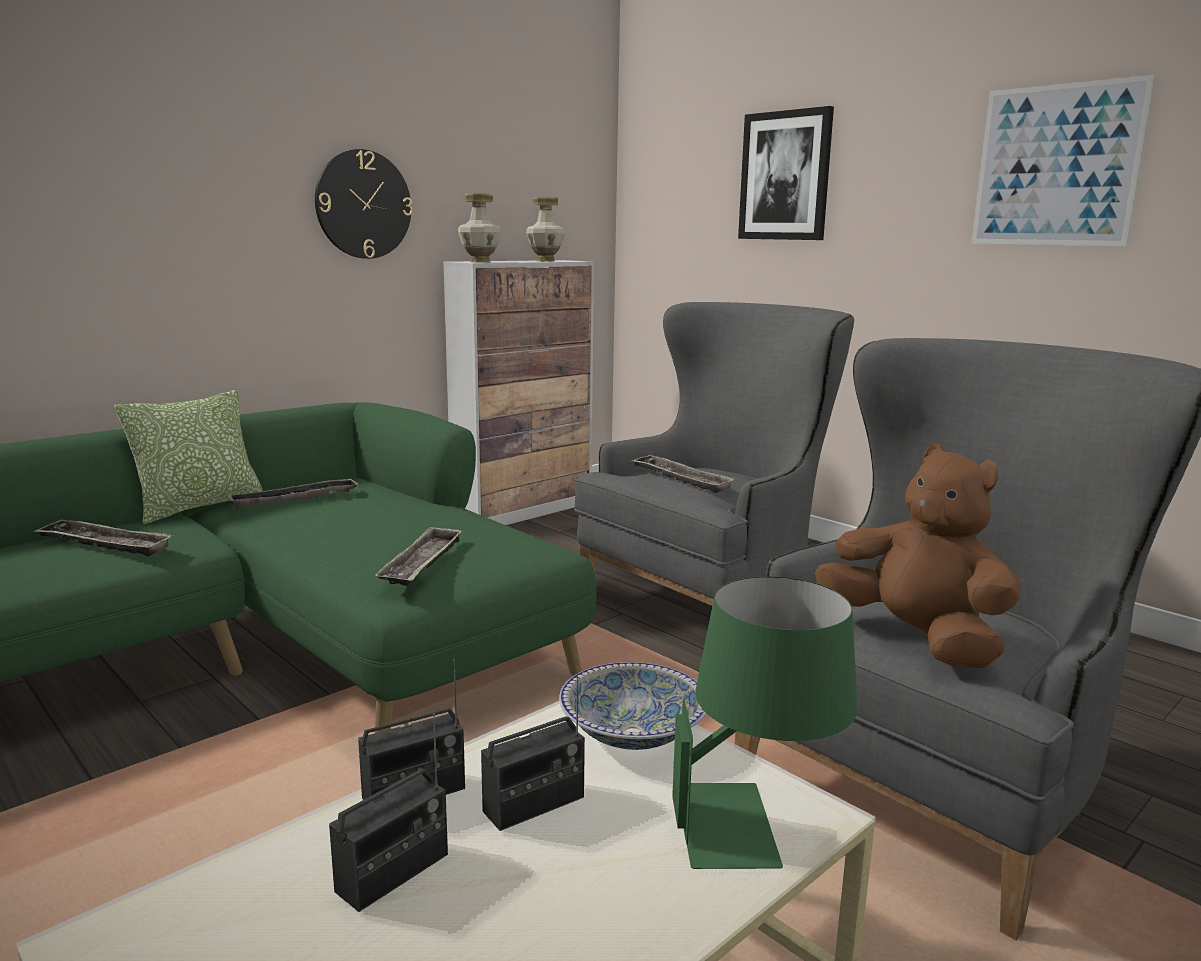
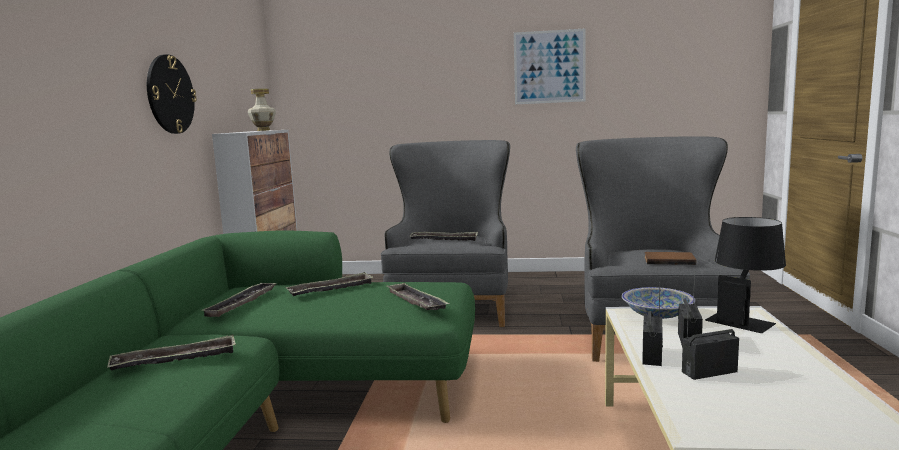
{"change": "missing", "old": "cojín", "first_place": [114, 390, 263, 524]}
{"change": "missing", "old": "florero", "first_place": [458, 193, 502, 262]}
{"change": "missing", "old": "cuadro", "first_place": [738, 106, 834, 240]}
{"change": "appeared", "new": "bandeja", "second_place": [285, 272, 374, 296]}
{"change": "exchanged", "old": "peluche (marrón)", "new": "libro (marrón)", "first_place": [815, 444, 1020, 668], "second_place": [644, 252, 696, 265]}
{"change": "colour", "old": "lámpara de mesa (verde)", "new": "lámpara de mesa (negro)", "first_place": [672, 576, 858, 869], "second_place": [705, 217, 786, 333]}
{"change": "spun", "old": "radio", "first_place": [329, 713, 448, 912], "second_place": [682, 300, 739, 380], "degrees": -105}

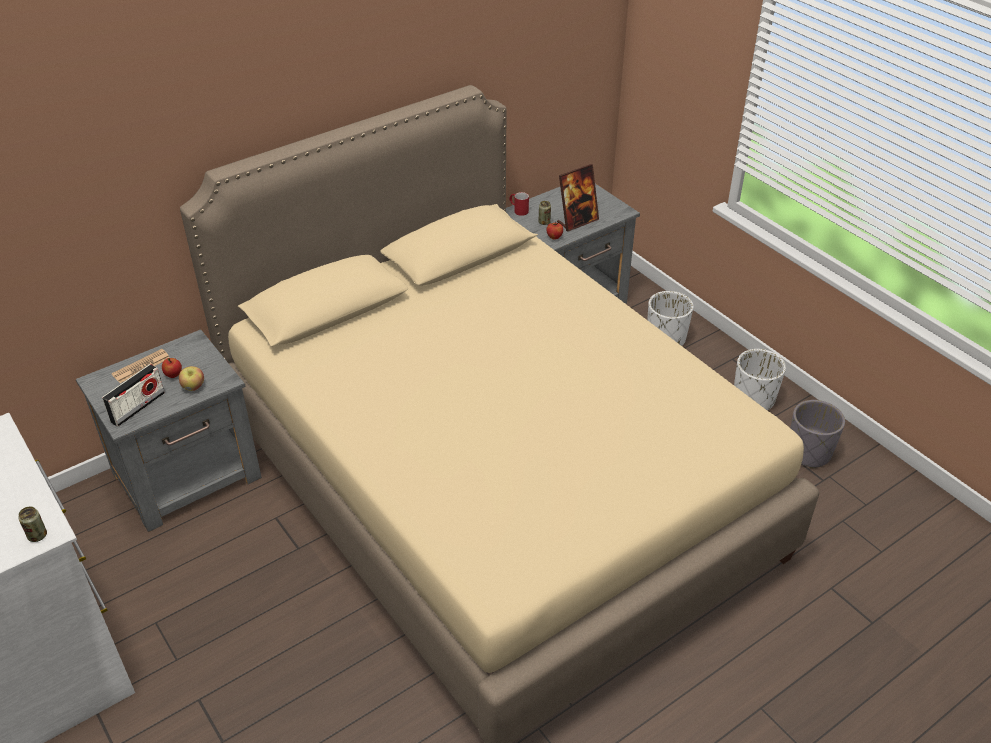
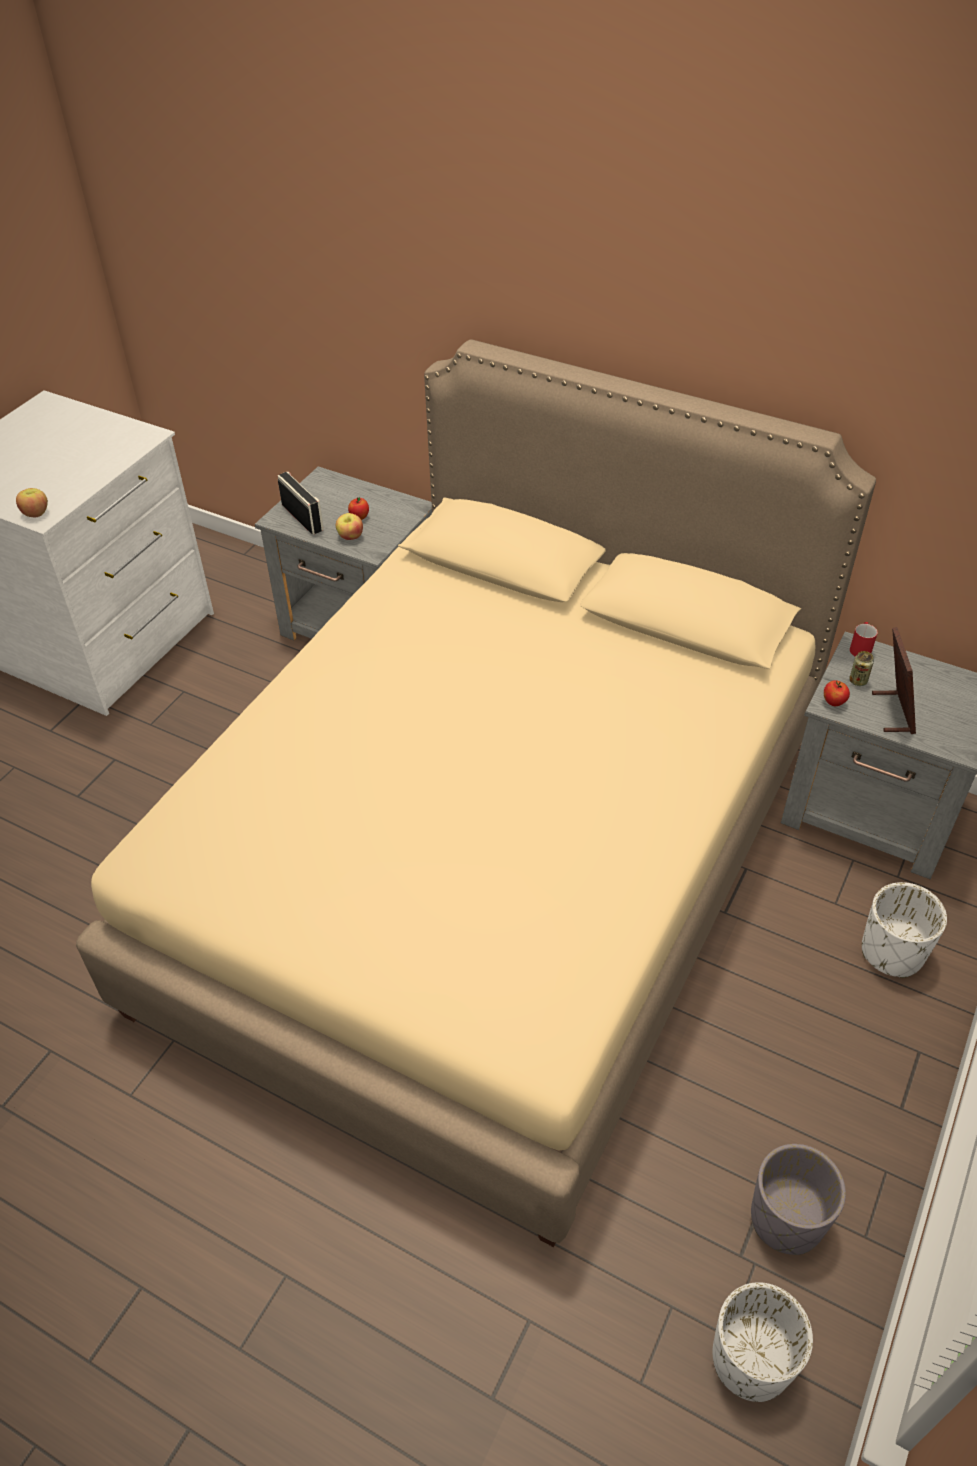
{"change": "missing", "old": "periódico", "first_place": [112, 349, 170, 383]}
{"change": "relocated", "old": "maceta (blanco)", "first_place": [734, 349, 786, 410], "second_place": [712, 1282, 813, 1402]}
{"change": "exchanged", "old": "lata", "new": "manzana", "first_place": [18, 507, 47, 542], "second_place": [16, 488, 48, 517]}
{"change": "spun", "old": "radio", "first_place": [102, 364, 165, 427], "second_place": [278, 471, 324, 535], "degrees": -135}
{"change": "spun", "old": "portarretratos", "first_place": [557, 164, 599, 232], "second_place": [872, 627, 916, 734], "degrees": -120}

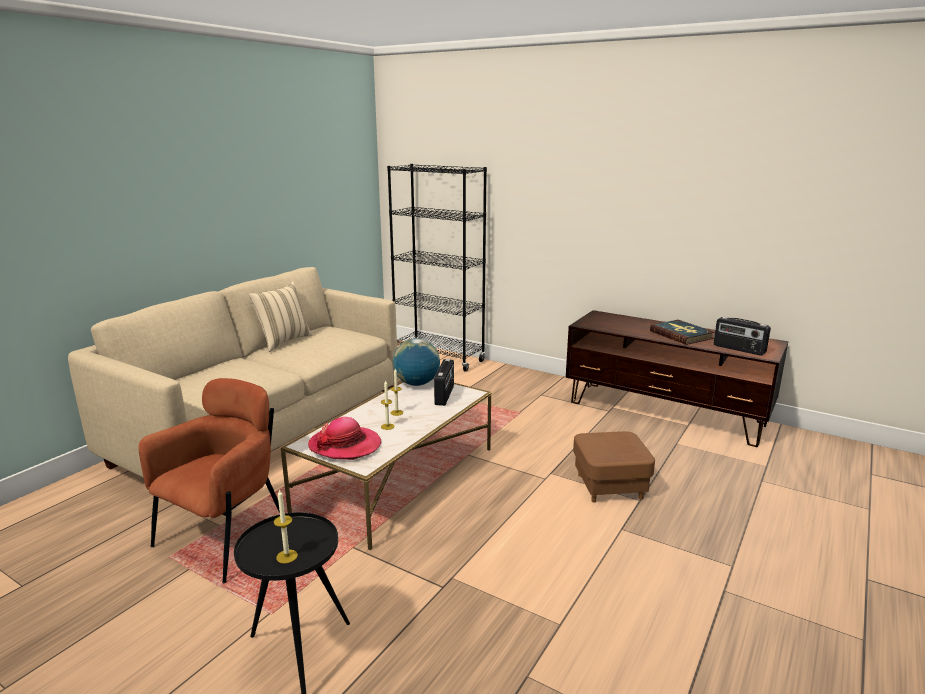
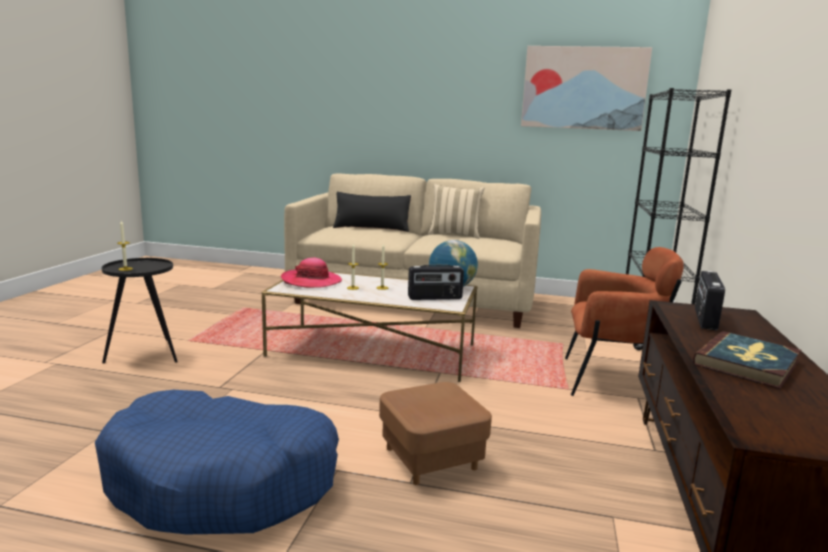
{"change": "appeared", "new": "cama para perro (azul)", "second_place": [95, 390, 339, 534]}
{"change": "appeared", "new": "cojín (negro)", "second_place": [333, 192, 411, 232]}
{"change": "appeared", "new": "cuadro", "second_place": [521, 46, 652, 131]}
{"change": "relocated", "old": "sillón (marrón)", "first_place": [138, 378, 280, 583], "second_place": [565, 247, 684, 396]}
{"change": "relocated", "old": "radio", "first_place": [714, 317, 771, 356], "second_place": [695, 271, 725, 330]}

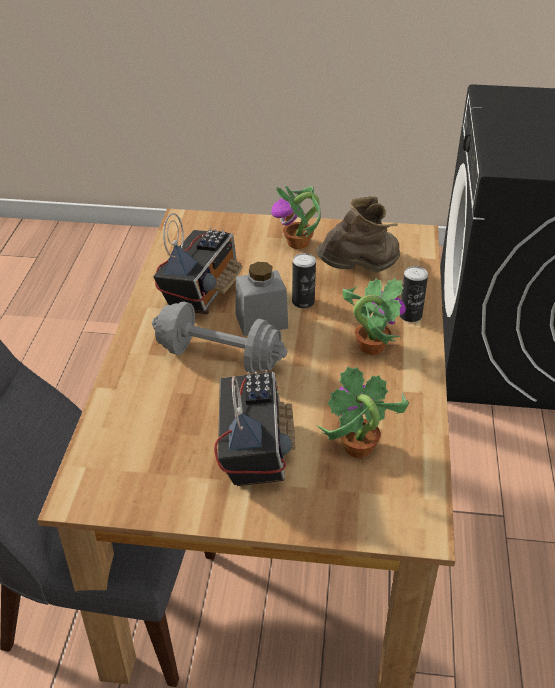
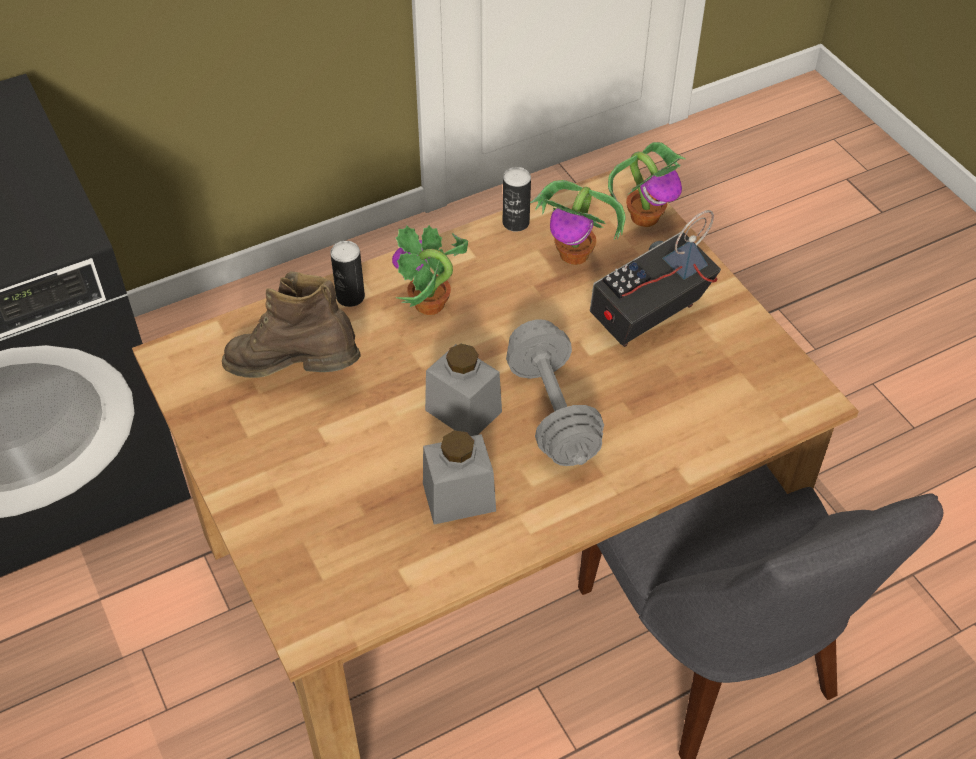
{"change": "relocated", "old": "planta en maceta", "first_place": [271, 185, 321, 249], "second_place": [608, 142, 686, 227]}
{"change": "relocated", "old": "lata", "first_place": [292, 253, 316, 308], "second_place": [503, 167, 531, 232]}
{"change": "exchanged", "old": "radio", "new": "tarro (gris)", "first_place": [153, 213, 242, 314], "second_place": [423, 431, 496, 525]}

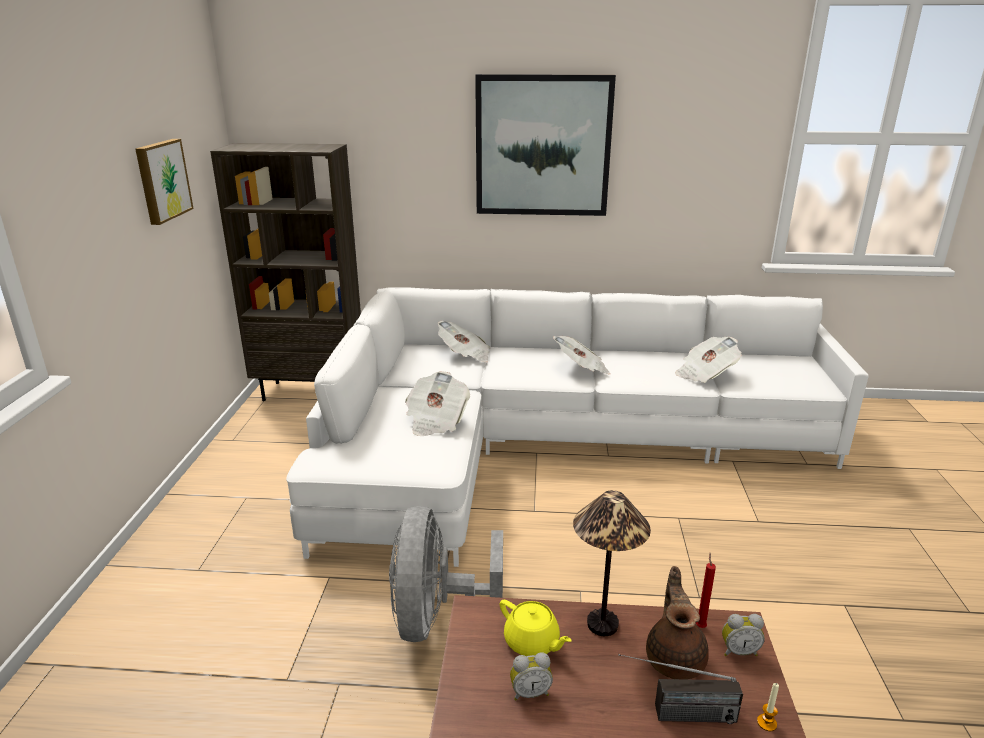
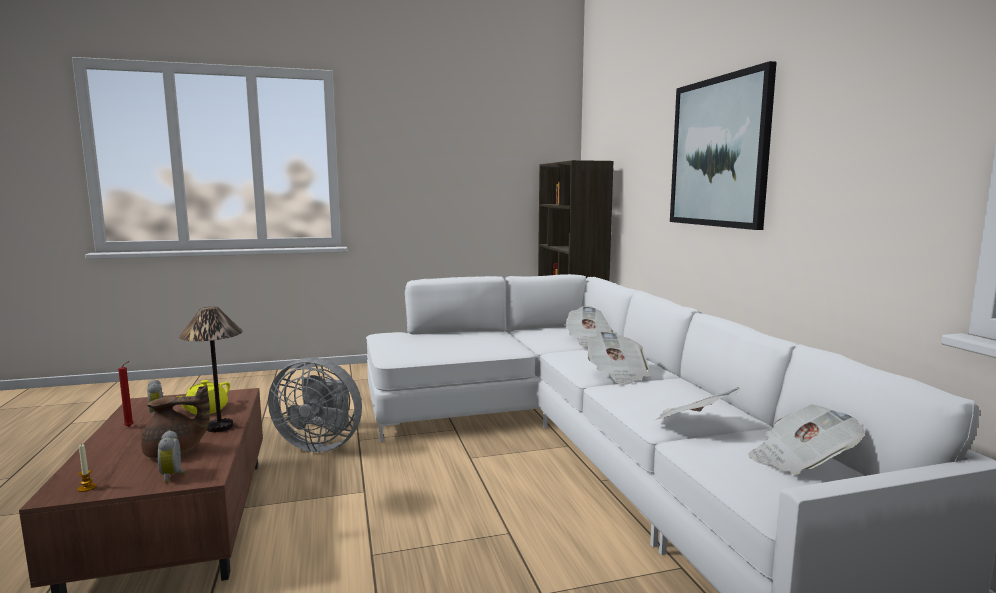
{"change": "missing", "old": "cuadro", "first_place": [135, 139, 194, 225]}
{"change": "missing", "old": "radio", "first_place": [618, 654, 743, 724]}
{"change": "relocated", "old": "periódico", "first_place": [405, 371, 470, 436], "second_place": [749, 404, 865, 475]}
{"change": "relocated", "old": "vela (rojo)", "first_place": [696, 553, 716, 628], "second_place": [118, 361, 134, 427]}
{"change": "spun", "old": "ventilador (gris)", "first_place": [389, 506, 503, 642], "second_place": [268, 358, 362, 452], "degrees": -150}

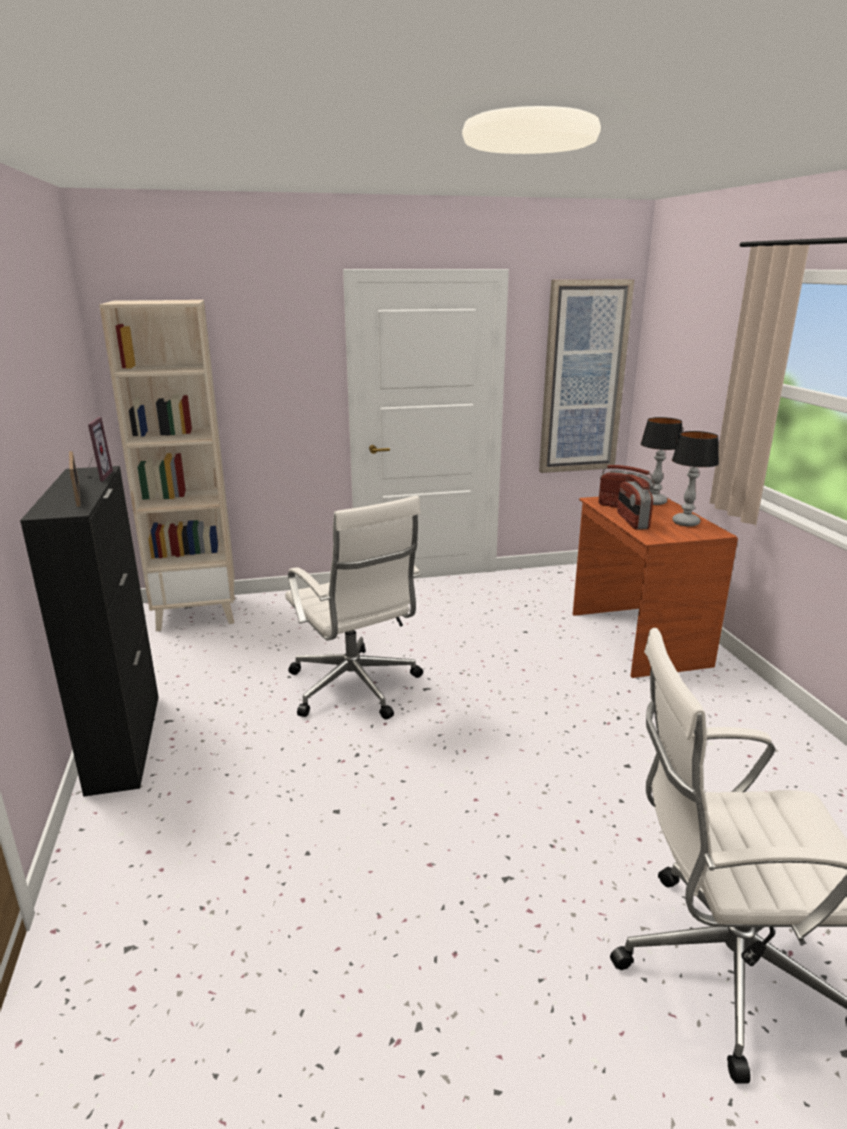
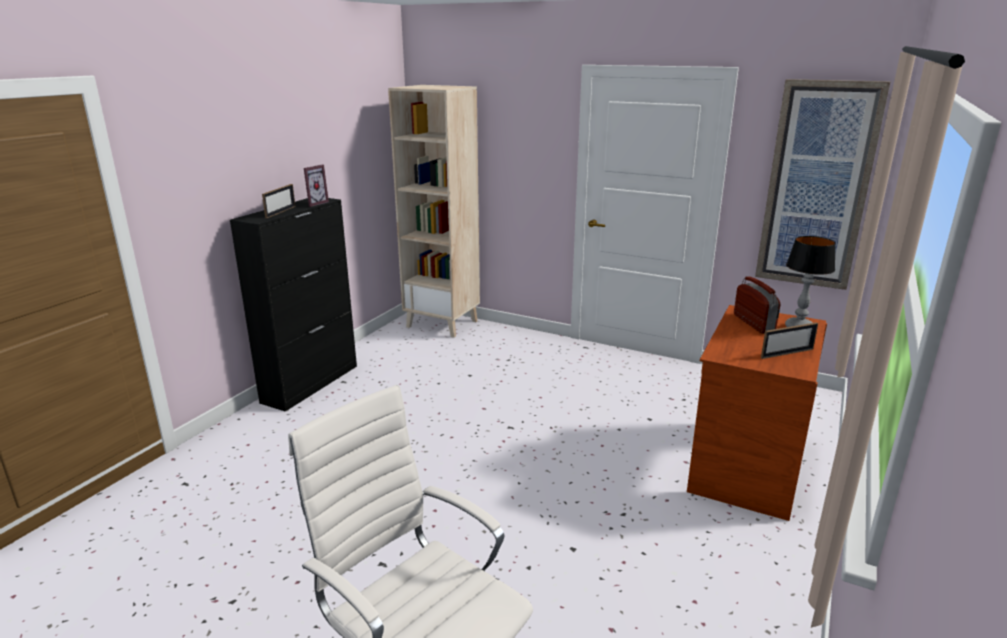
{"change": "missing", "old": "silla de oficina (blanco)", "first_place": [285, 496, 423, 719]}
{"change": "missing", "old": "radio", "first_place": [617, 474, 653, 530]}
{"change": "exchanged", "old": "lámpara de mesa", "new": "portarretratos", "first_place": [672, 431, 719, 527], "second_place": [761, 322, 818, 359]}

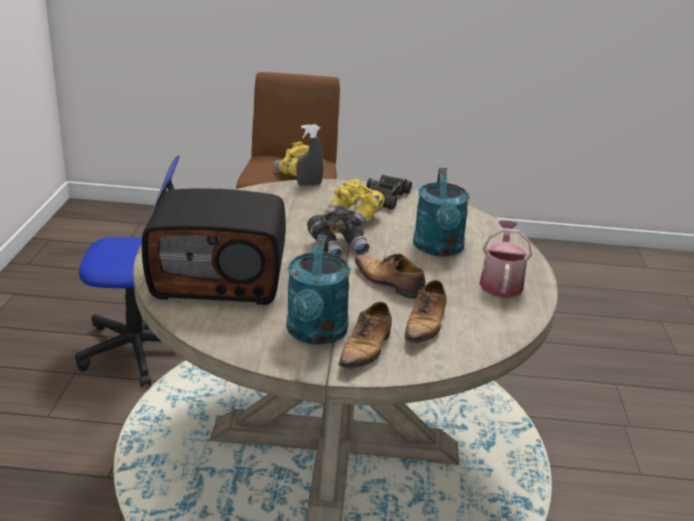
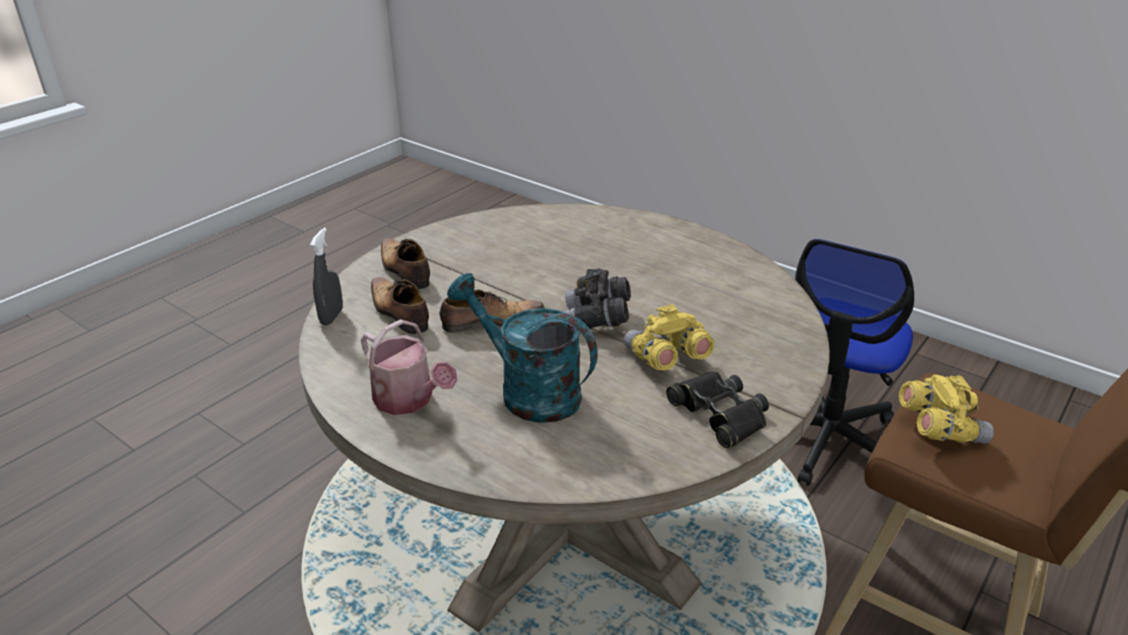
{"change": "missing", "old": "radio", "first_place": [142, 188, 286, 305]}
{"change": "missing", "old": "regadera (turquesa)", "first_place": [286, 234, 351, 345]}
{"change": "relocated", "old": "pulverizador (gris)", "first_place": [296, 124, 324, 186], "second_place": [310, 228, 343, 325]}

